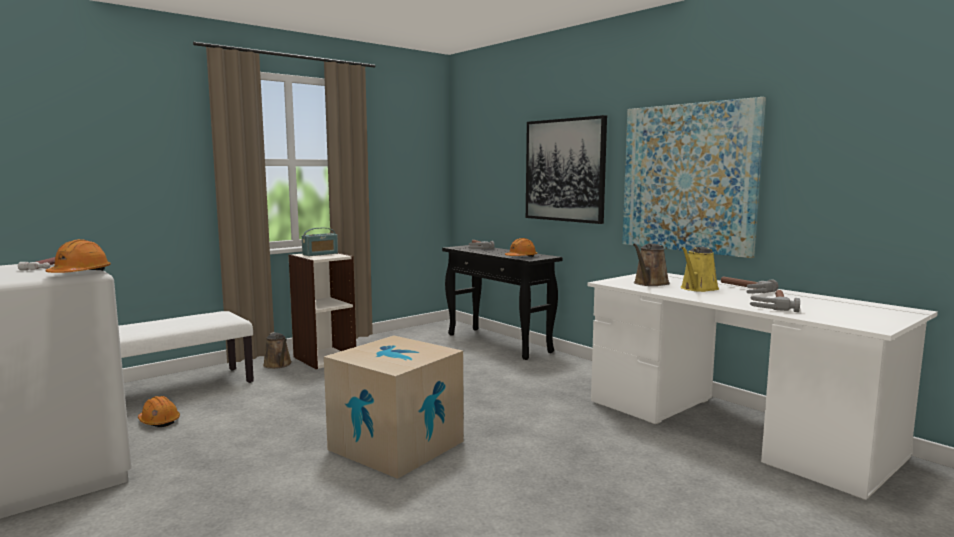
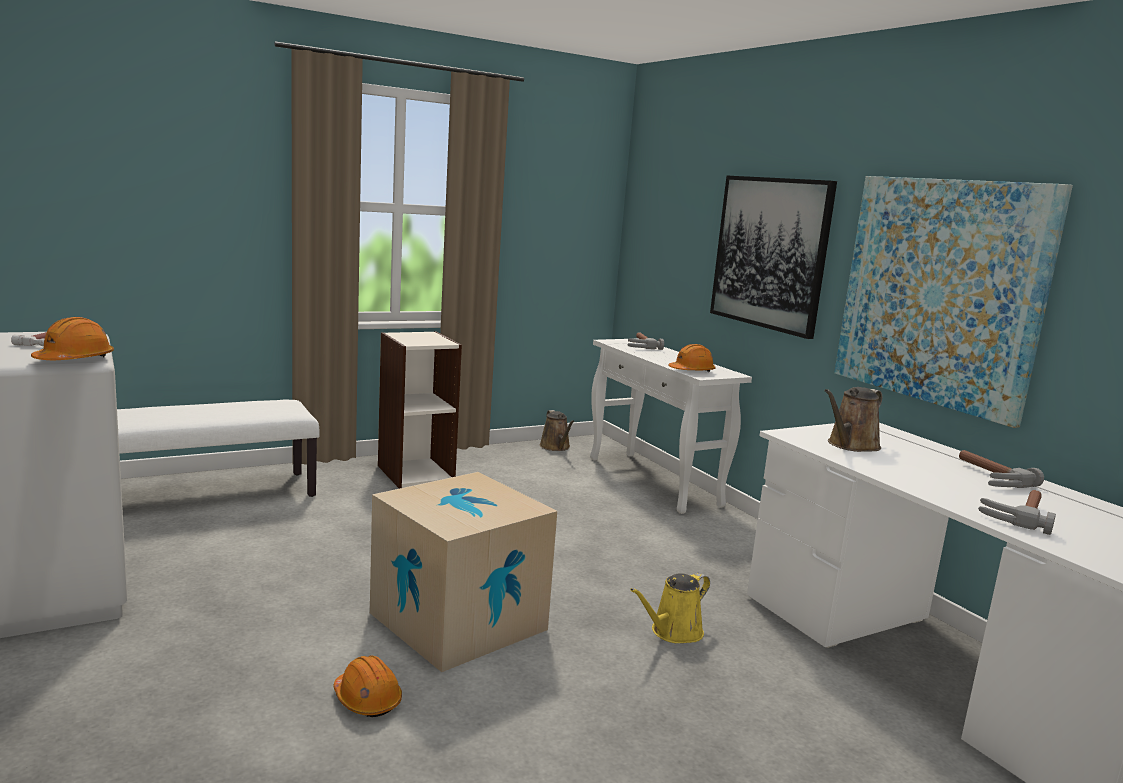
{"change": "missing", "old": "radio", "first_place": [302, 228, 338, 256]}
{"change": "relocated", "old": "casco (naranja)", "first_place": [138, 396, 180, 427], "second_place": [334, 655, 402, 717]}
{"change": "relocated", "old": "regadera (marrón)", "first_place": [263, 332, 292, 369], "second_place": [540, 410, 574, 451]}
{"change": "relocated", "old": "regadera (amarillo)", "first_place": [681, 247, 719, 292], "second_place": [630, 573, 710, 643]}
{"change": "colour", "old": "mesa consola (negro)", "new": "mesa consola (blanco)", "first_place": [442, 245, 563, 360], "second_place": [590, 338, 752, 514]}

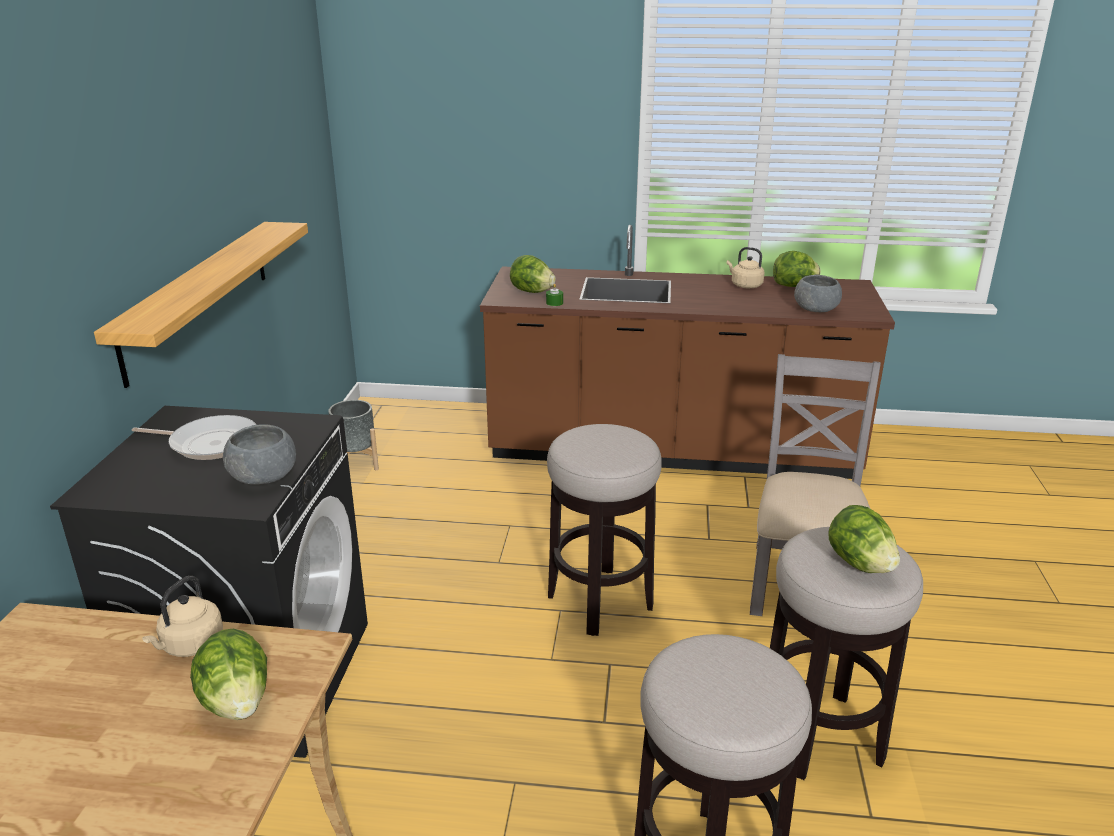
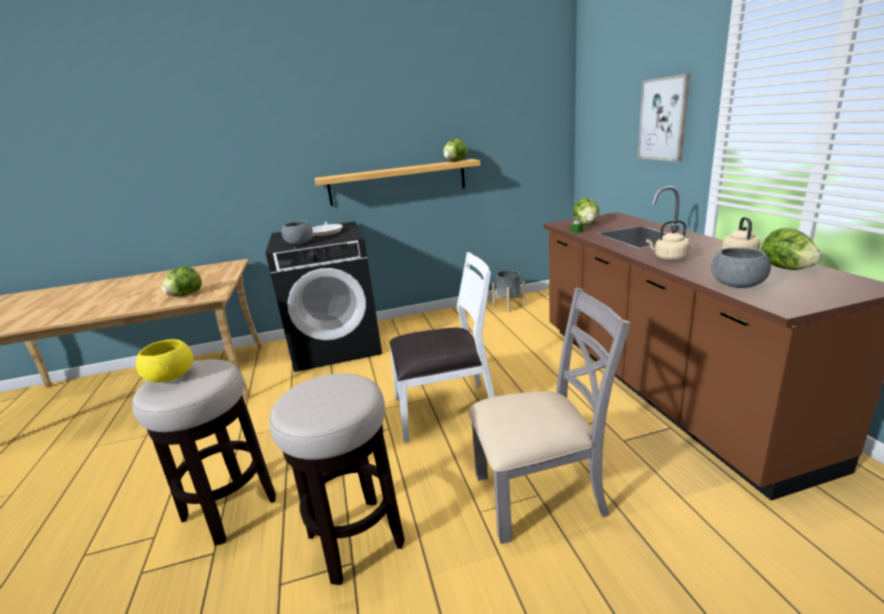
{"change": "appeared", "new": "cuenco (amarillo)", "second_place": [136, 339, 193, 383]}
{"change": "appeared", "new": "cuadro", "second_place": [638, 73, 691, 162]}
{"change": "relocated", "old": "hervidor (beis)", "first_place": [142, 576, 223, 657], "second_place": [646, 220, 690, 261]}
{"change": "relocated", "old": "lechuga", "first_place": [828, 505, 900, 573], "second_place": [443, 138, 468, 162]}
{"change": "exchanged", "old": "taburete", "new": "silla (blanco)", "first_place": [547, 424, 662, 636], "second_place": [390, 252, 495, 442]}

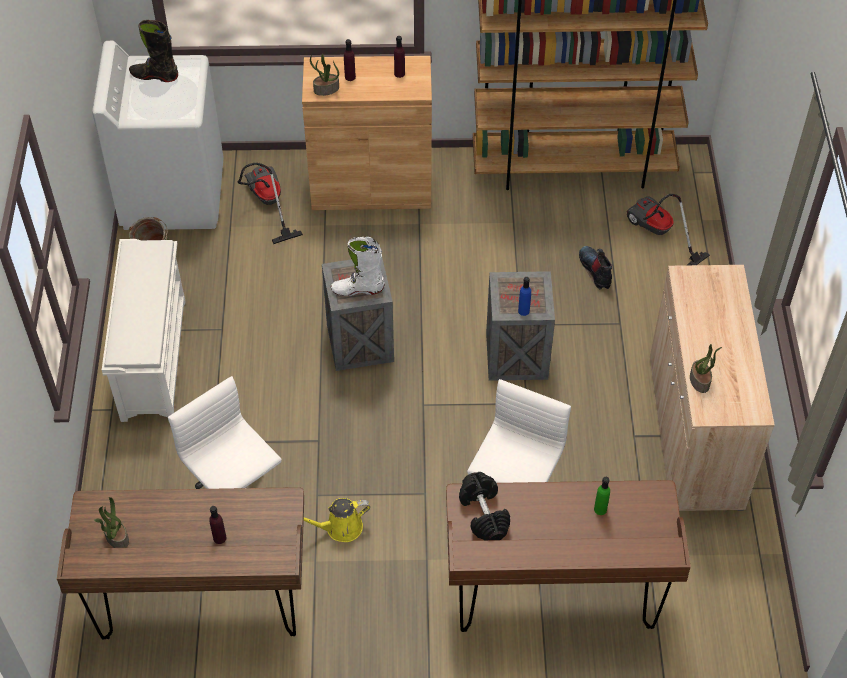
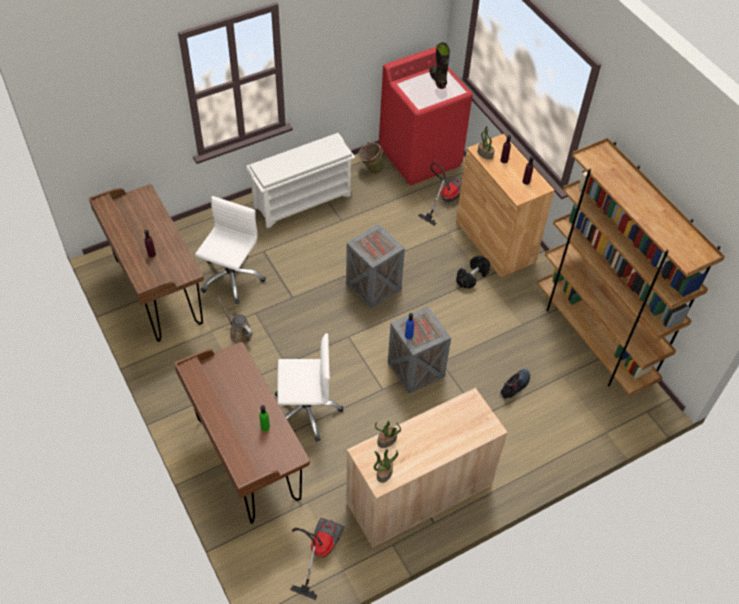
{"change": "missing", "old": "bota (blanco)", "first_place": [331, 237, 385, 296]}
{"change": "relocated", "old": "planta en maceta", "first_place": [94, 497, 129, 548], "second_place": [374, 449, 398, 483]}
{"change": "relocated", "old": "mancuerna (negro)", "first_place": [459, 472, 510, 540], "second_place": [456, 256, 490, 289]}
{"change": "relocated", "old": "aspiradora", "first_place": [626, 194, 710, 265], "second_place": [290, 518, 344, 600]}
{"change": "colour", "old": "lavadora (blanco)", "new": "lavadora (rojo)", "first_place": [92, 41, 224, 230], "second_place": [379, 47, 473, 185]}
{"change": "colour", "old": "regadera (amarillo)", "new": "regadera (marrón)", "first_place": [304, 498, 370, 542], "second_place": [217, 298, 253, 344]}

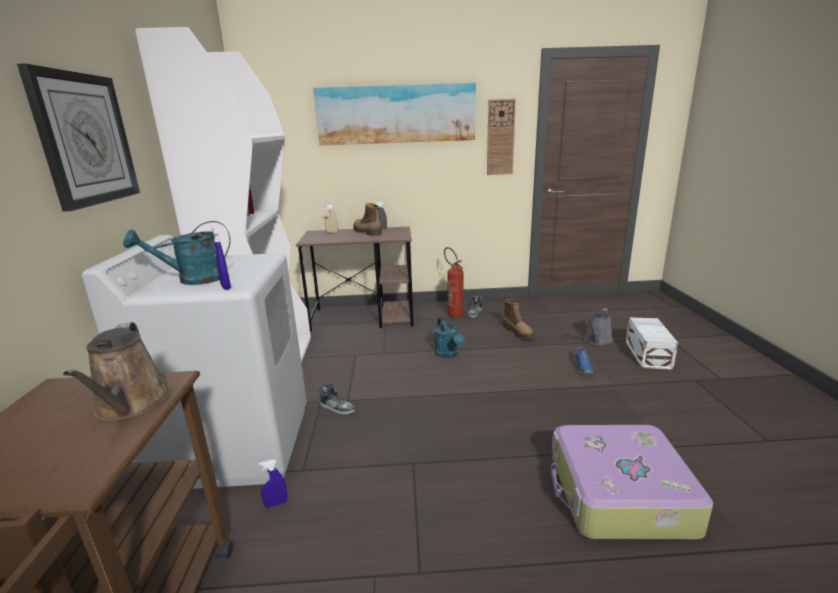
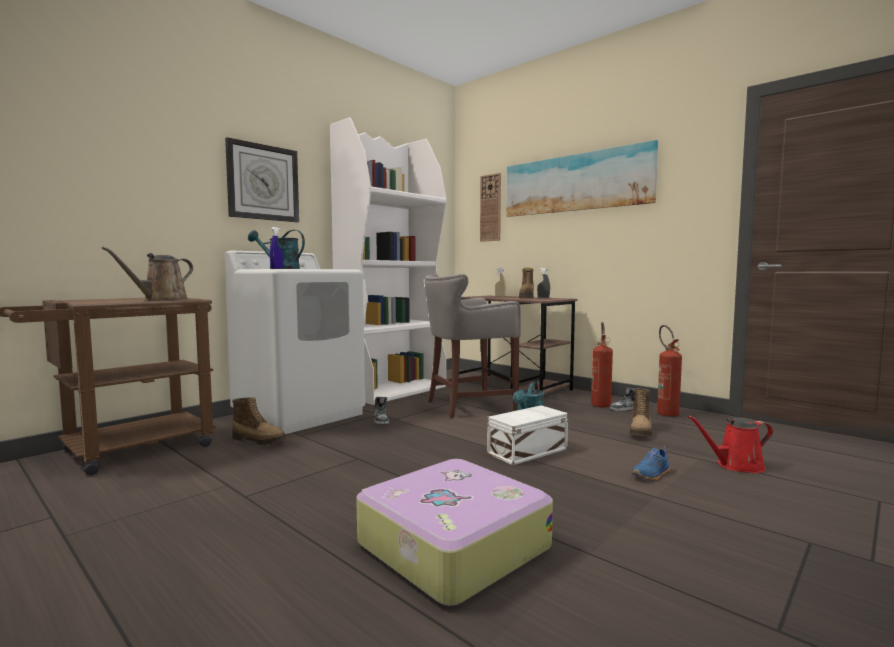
{"change": "appeared", "new": "taburete (gris)", "second_place": [425, 274, 521, 418]}
{"change": "appeared", "new": "extintor", "second_place": [657, 325, 682, 417]}
{"change": "relocated", "old": "reloj de pared", "first_place": [487, 99, 516, 175], "second_place": [480, 173, 501, 242]}
{"change": "relocated", "old": "caja de almacenaje (blanco)", "first_place": [626, 317, 678, 370], "second_place": [487, 405, 568, 465]}
{"change": "exchanged", "old": "pulverizador (azul)", "new": "bota", "first_place": [259, 459, 287, 508], "second_place": [232, 397, 287, 445]}
{"change": "colour", "old": "regadera (gris)", "new": "regadera (rojo)", "first_place": [584, 308, 613, 345], "second_place": [687, 415, 773, 473]}

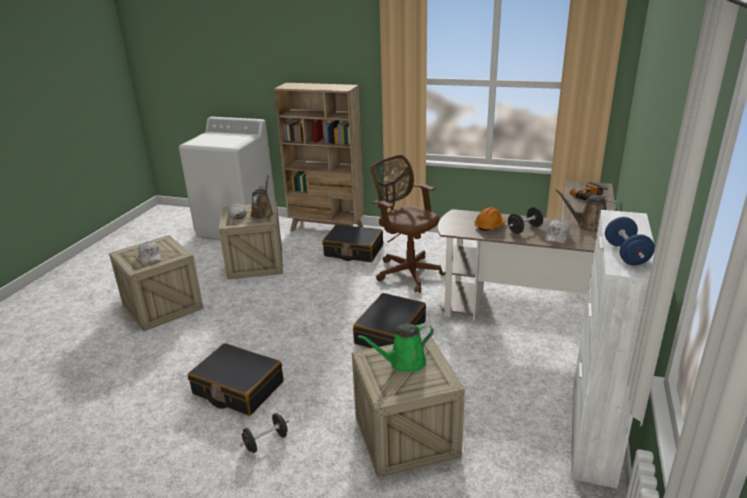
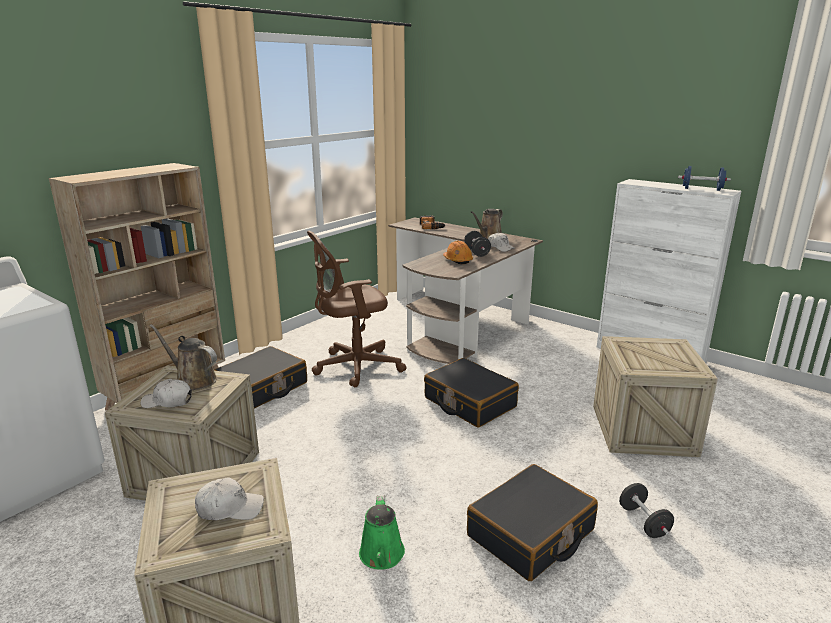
{"change": "relocated", "old": "regadera (verde)", "first_place": [358, 323, 434, 372], "second_place": [359, 495, 405, 570]}

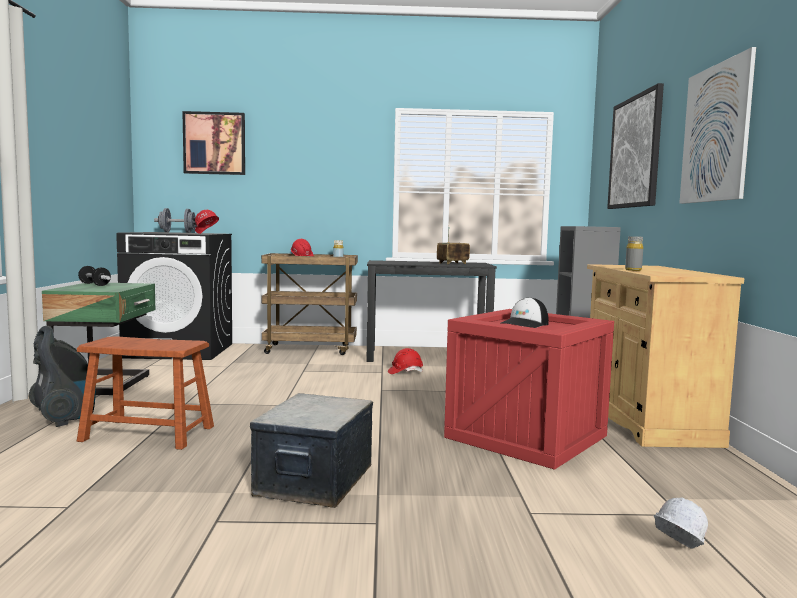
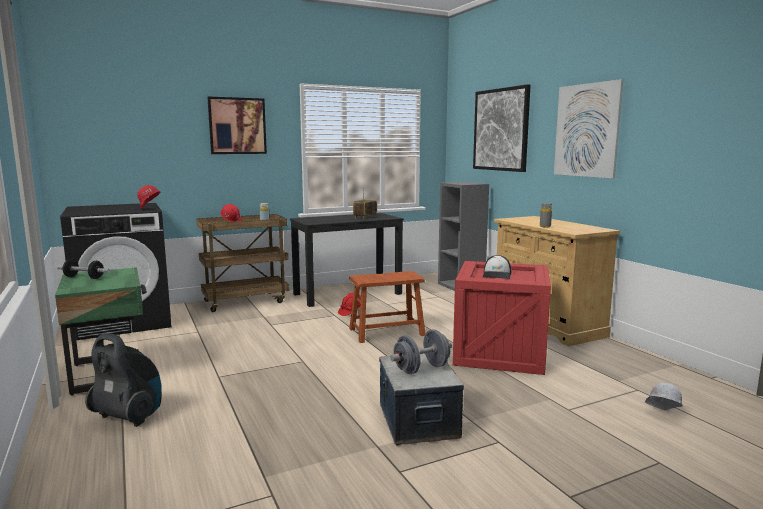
{"change": "relocated", "old": "taburete (marrón)", "first_place": [77, 336, 214, 450], "second_place": [349, 271, 426, 343]}
{"change": "relocated", "old": "mancuerna (gris)", "first_place": [154, 208, 196, 233], "second_place": [390, 329, 452, 374]}
{"change": "relocated", "old": "cuadro", "first_place": [182, 111, 245, 175], "second_place": [207, 97, 267, 154]}

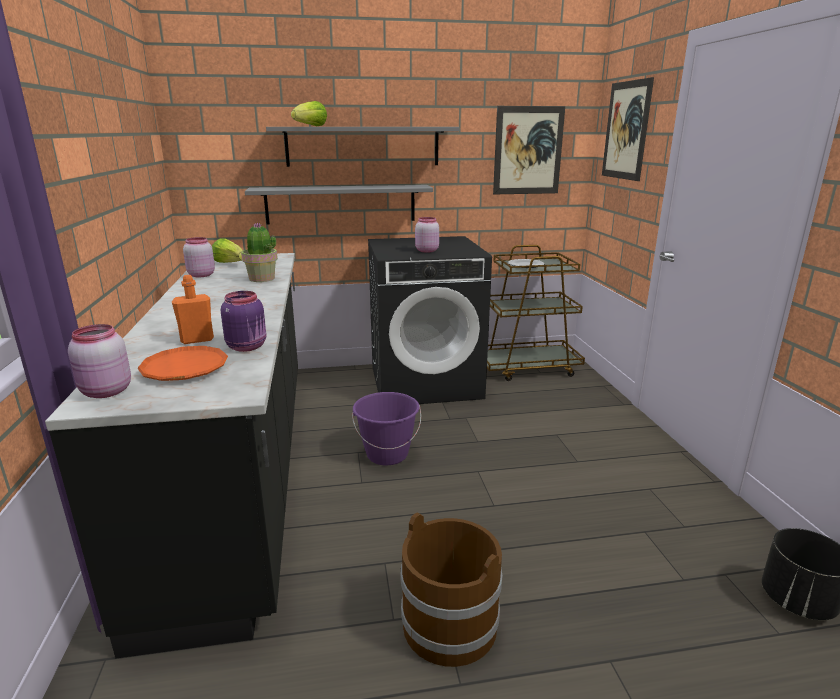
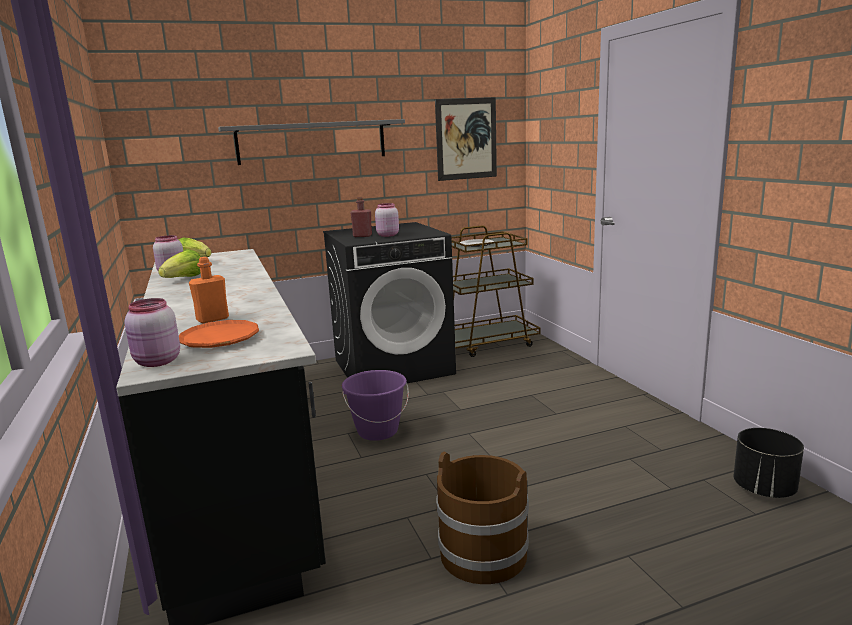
{"change": "missing", "old": "tarro (morado)", "first_place": [221, 291, 266, 352]}
{"change": "missing", "old": "planta en maceta", "first_place": [241, 222, 278, 282]}
{"change": "missing", "old": "estante (gris)", "first_place": [245, 185, 433, 225]}
{"change": "missing", "old": "cuadro", "first_place": [602, 77, 654, 181]}
{"change": "appeared", "new": "botella (rojo)", "second_place": [350, 197, 372, 237]}
{"change": "relocated", "old": "lechuga", "first_place": [291, 101, 327, 126], "second_place": [158, 249, 201, 278]}

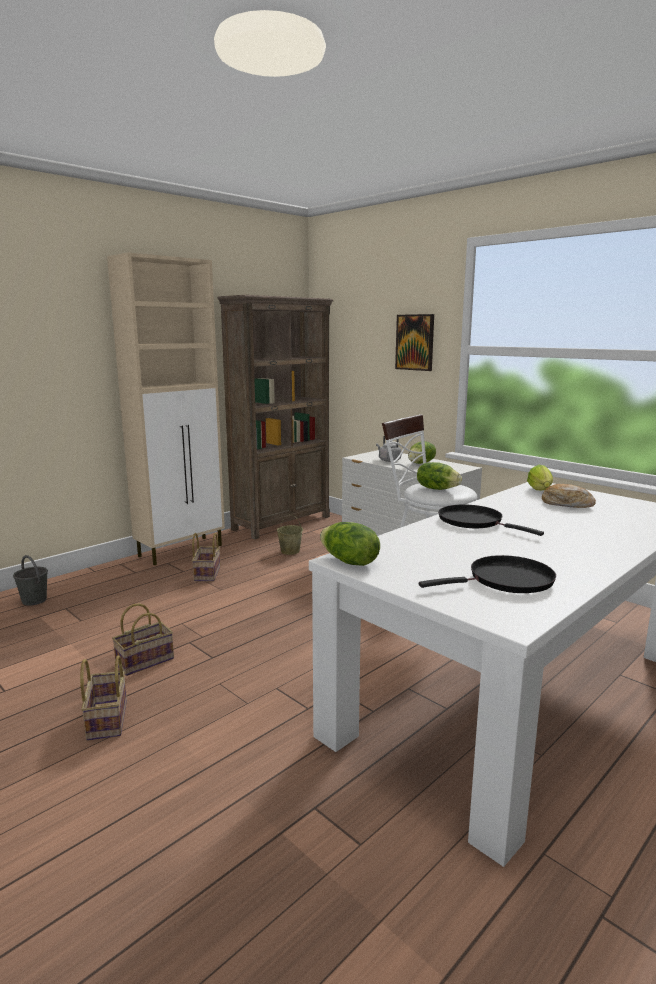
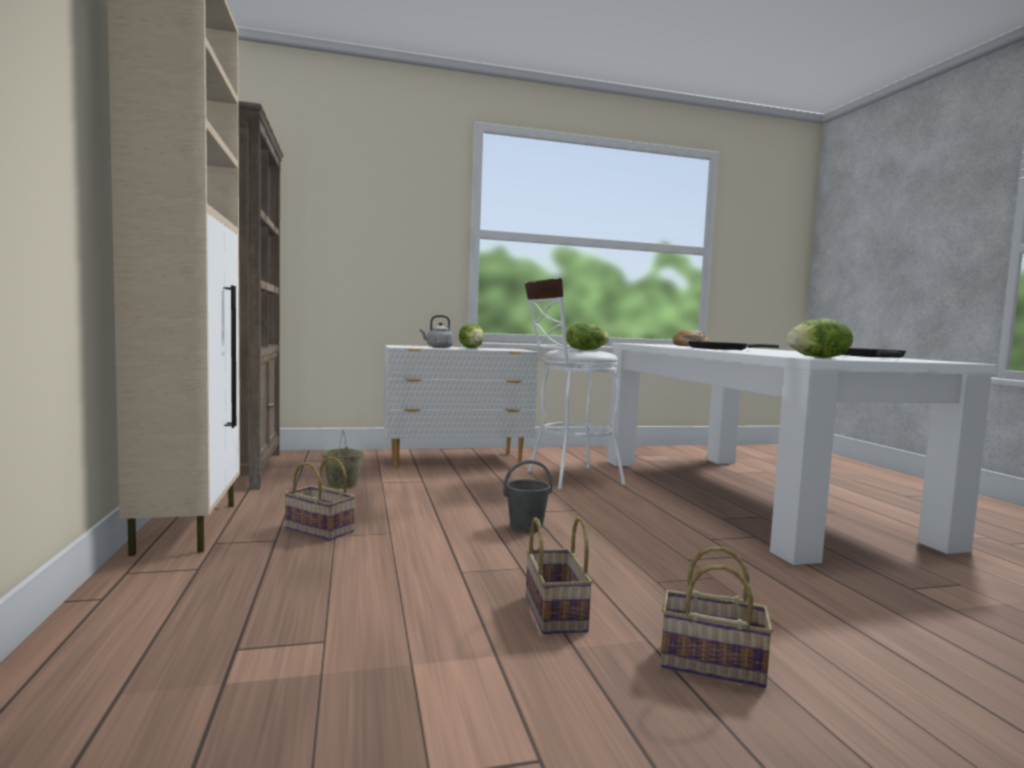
{"change": "missing", "old": "cuadro", "first_place": [395, 314, 434, 371]}
{"change": "missing", "old": "lechuga", "first_place": [527, 465, 553, 490]}
{"change": "relocated", "old": "cubo (gris)", "first_place": [13, 555, 48, 606], "second_place": [503, 460, 552, 533]}

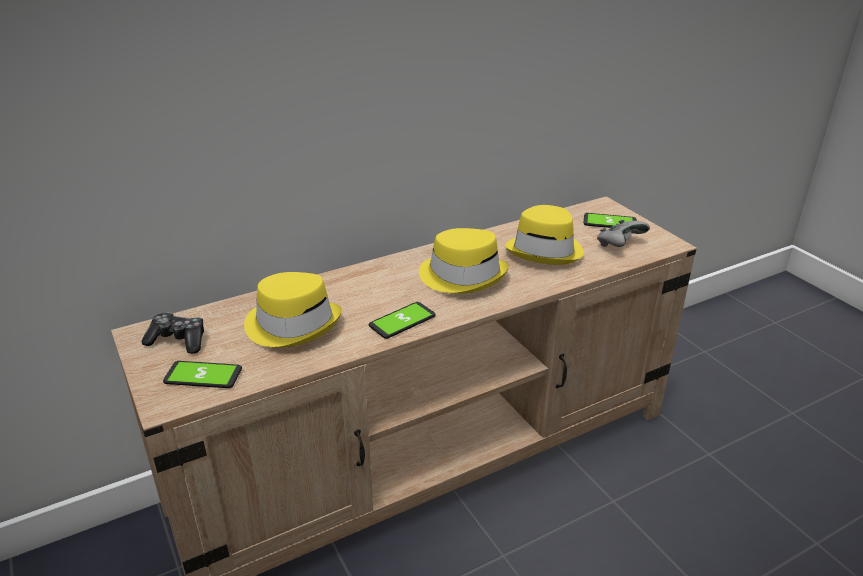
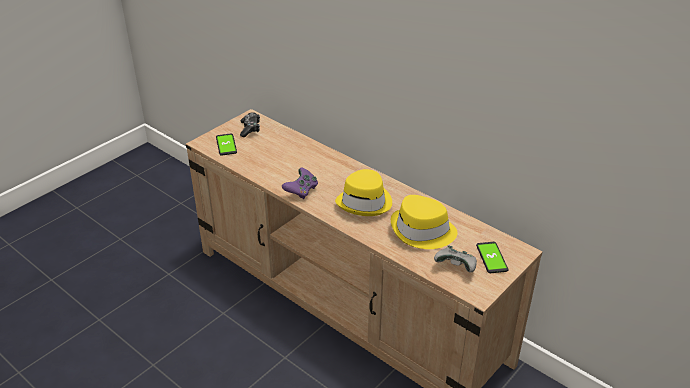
{"change": "missing", "old": "sombrero (amarillo)", "first_place": [244, 272, 342, 348]}
{"change": "exchanged", "old": "móvil", "new": "mando de consola (morado)", "first_place": [369, 302, 436, 339], "second_place": [282, 168, 318, 199]}

